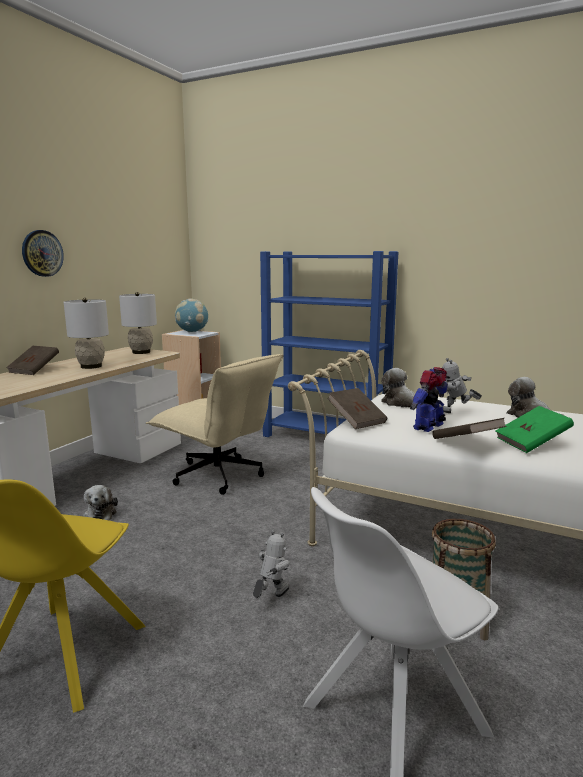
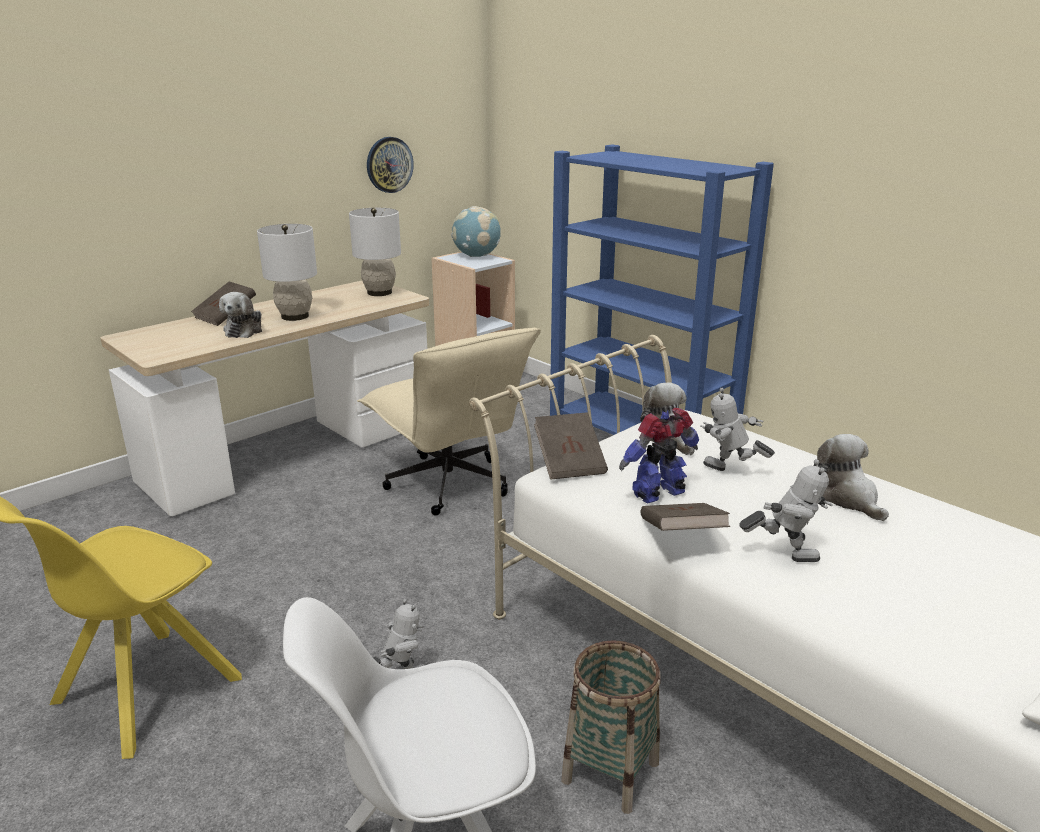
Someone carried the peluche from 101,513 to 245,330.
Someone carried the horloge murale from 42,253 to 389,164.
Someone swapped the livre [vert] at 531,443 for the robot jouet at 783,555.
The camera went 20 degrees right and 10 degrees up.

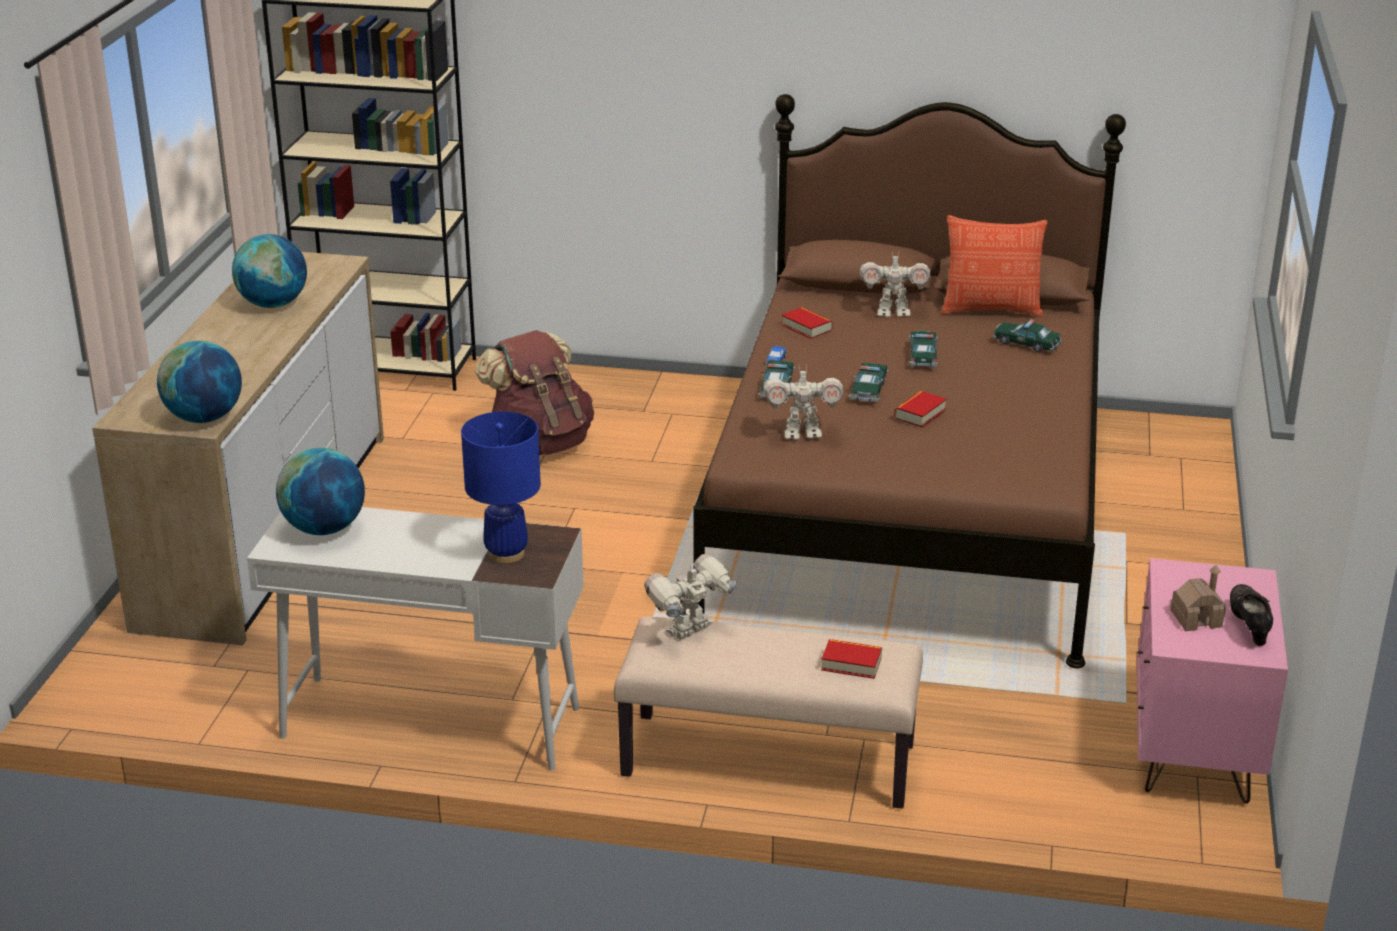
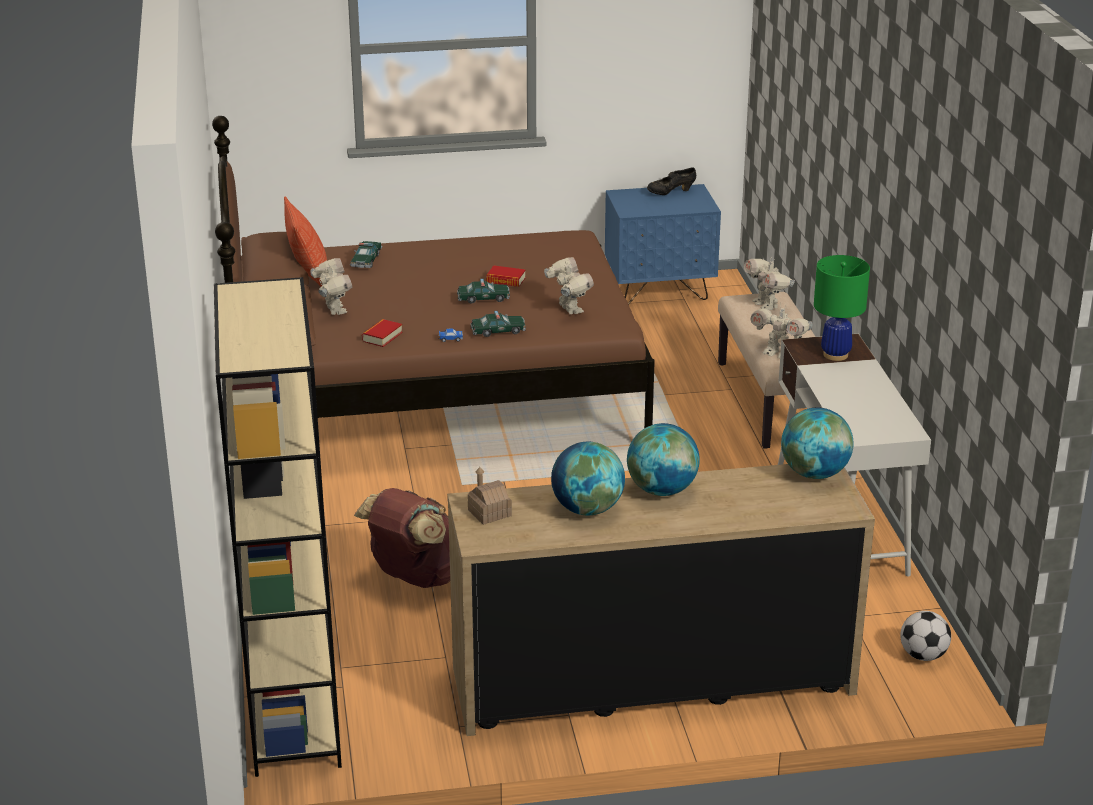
Someone carried the maison miniature from 1196,618 to 489,513.
Someone repainted the table de chevet [rose] at 1194,754, which became the table de chevet [bleu] at 660,291.
Someone carried the globe from 324,529 to 662,490.
Someone swapped the livre at 851,664 for the robot jouet at 766,305.
Someone repainted the lampe de table [bleu] at 506,553, which became the lampe de table [vert] at 835,355.
Someone put down the ballon de foot at 923,655.
Someone took away the petite voiture at 922,356.
The camera went 110 degrees left and 0 degrees up.

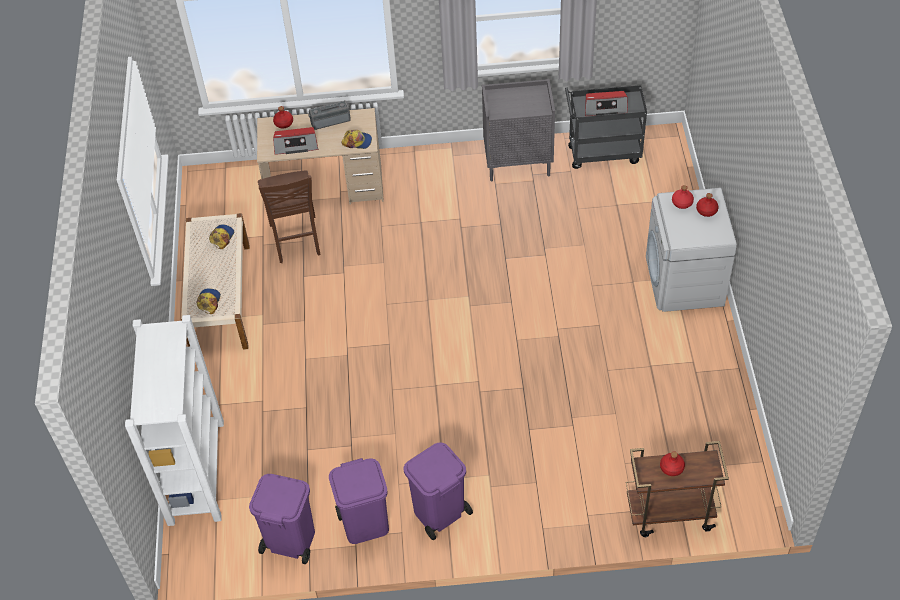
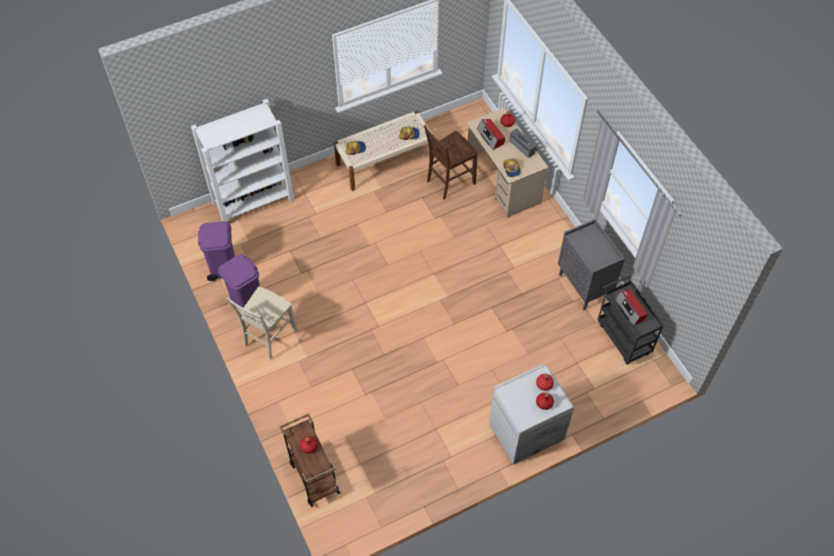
Someone swapped the poubelle [violet] at 439,512 for the chaise [beige] at 269,338.
The camera went 65 degrees right and 5 degrees up.

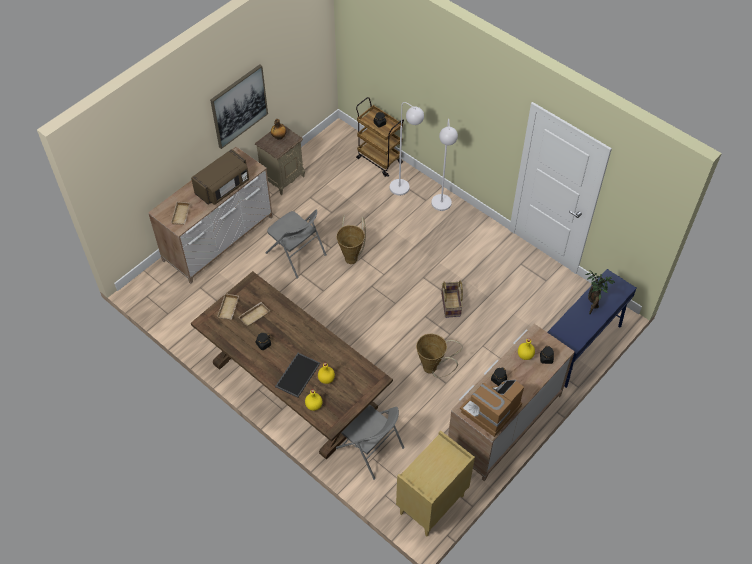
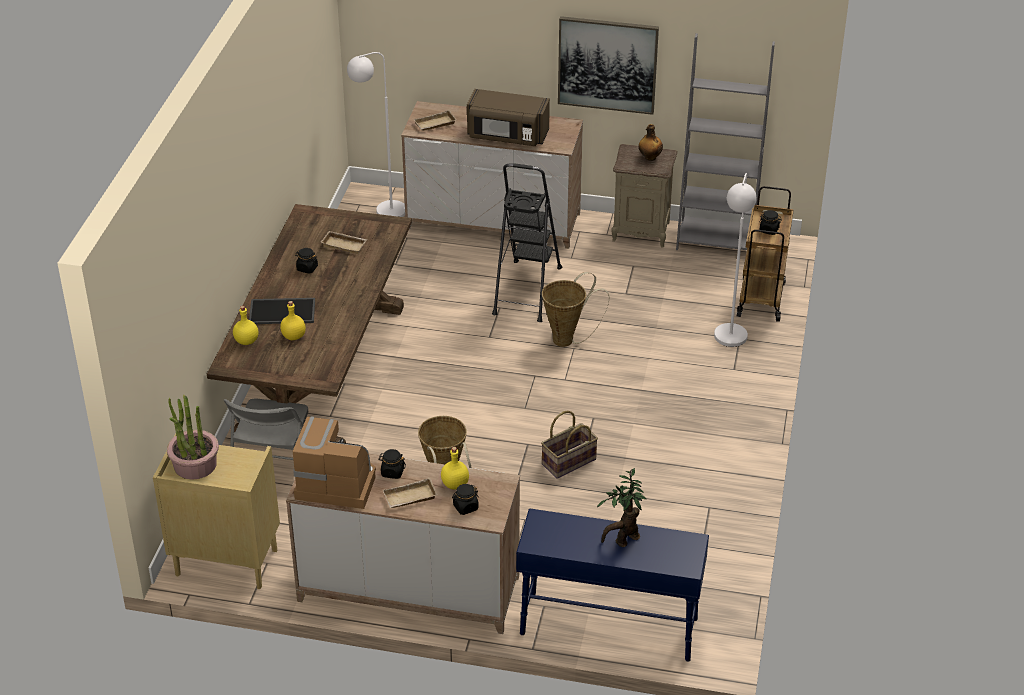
Someone put down the plante en pot at 195,465.
Someone carried the lampadaire [blanc] from 441,208 to 383,214.
Someone carried the plateau [beige] from 229,308 to 410,498.
Someone swapped the chaise [gris] at 295,254 for the escabeau at 527,291.
Someone put down the bibliothèque [gris] at 715,241.
The camera went 60 degrees right and 15 degrees down.

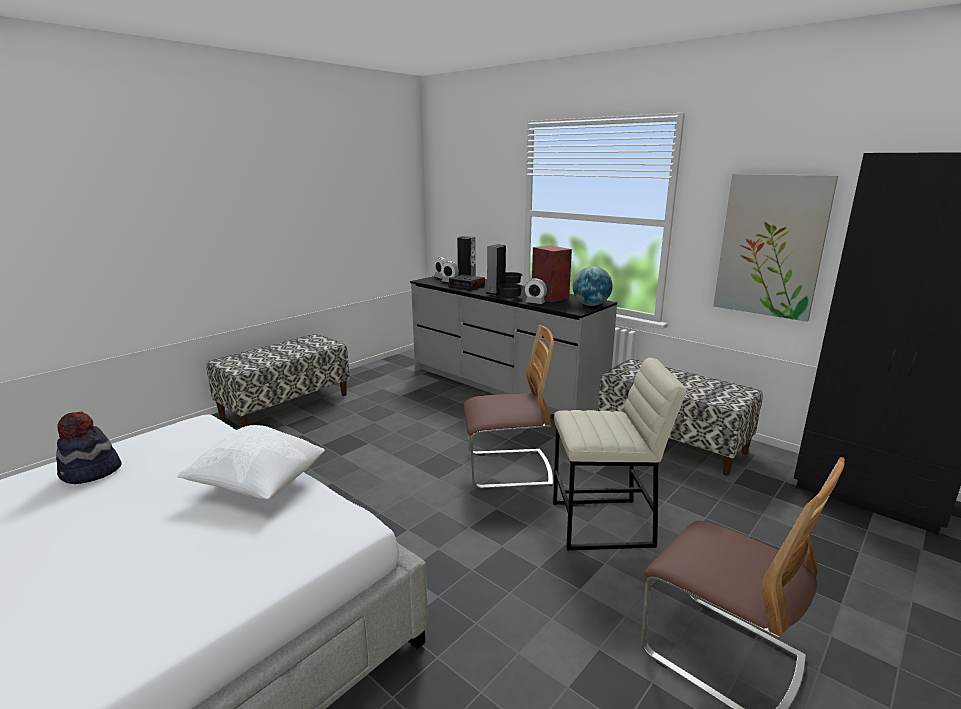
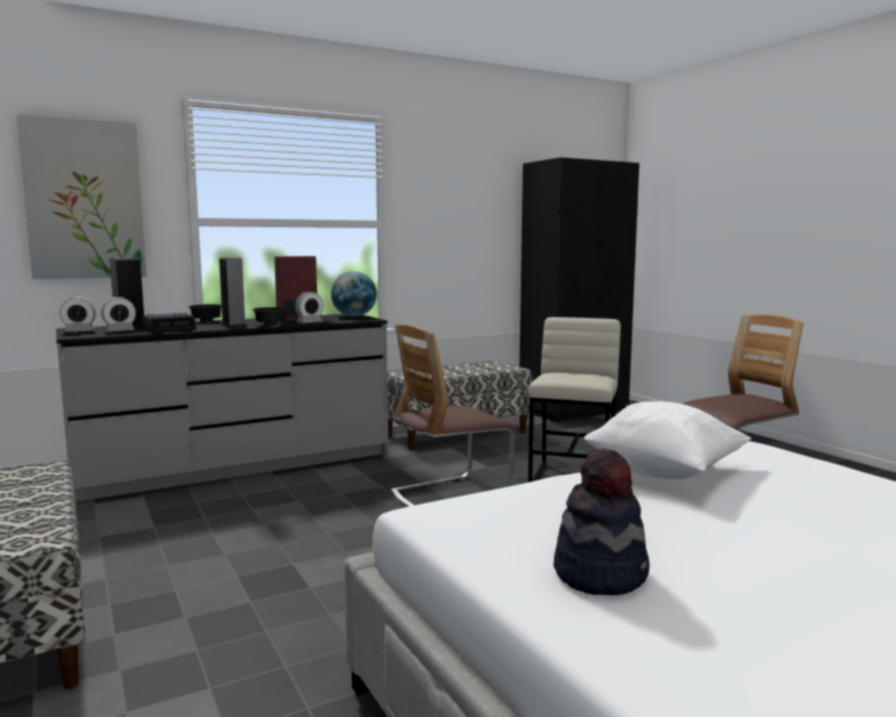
Someone carried the tableau from 771,246 to 84,200.
Someone rotated the chaise at 508,469 by 135 degrees counterclockwise.
The camera went 70 degrees left and 10 degrees down.

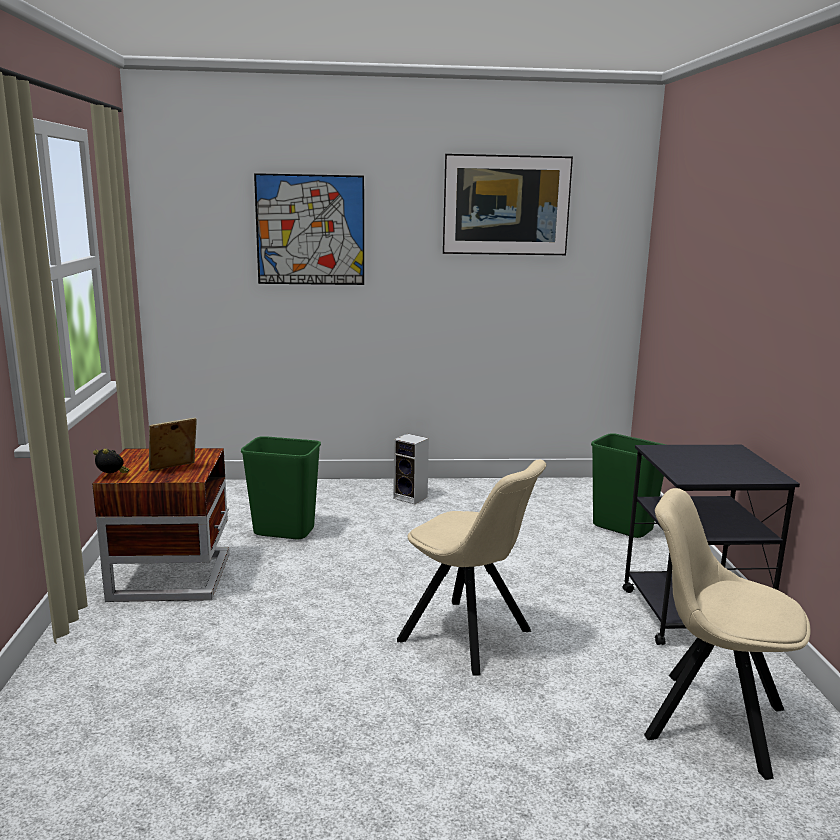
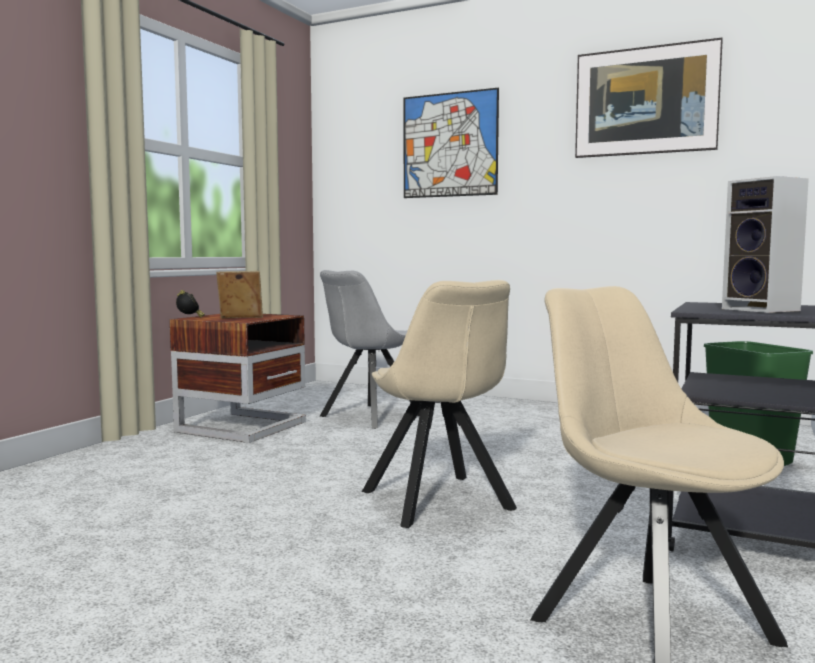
Someone swapped the poubelle [vert] at 283,532 for the chaise [gris] at 370,416.
Someone carried the enceinte from 411,498 to 763,310.
The camera went 30 degrees right and 10 degrees down.

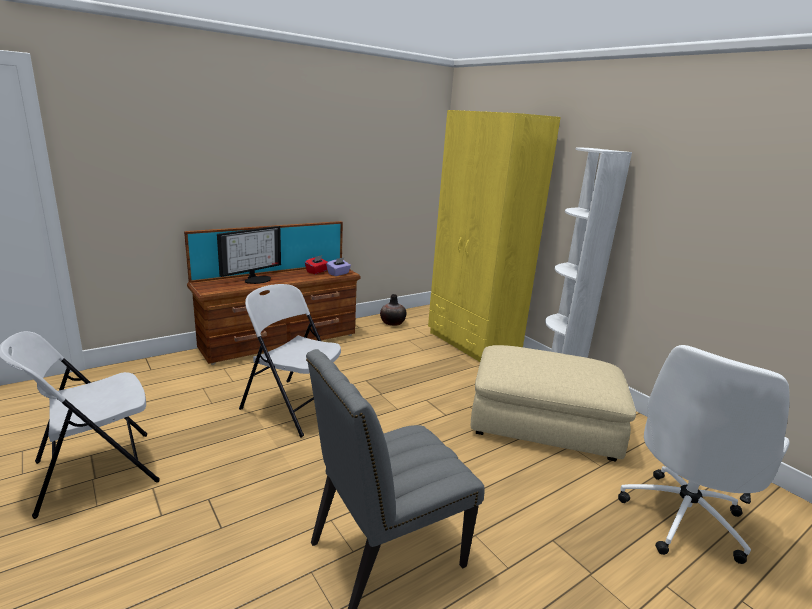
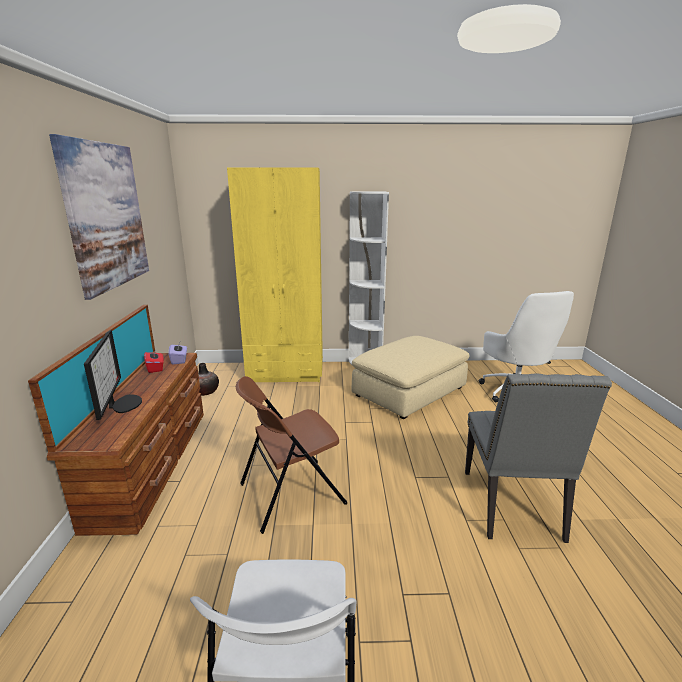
Someone put up the tableau at 106,216.
Someone repainted the chaise [blanc] at 294,406, which became the chaise [marron] at 291,493.
The camera went 55 degrees left and 0 degrees up.

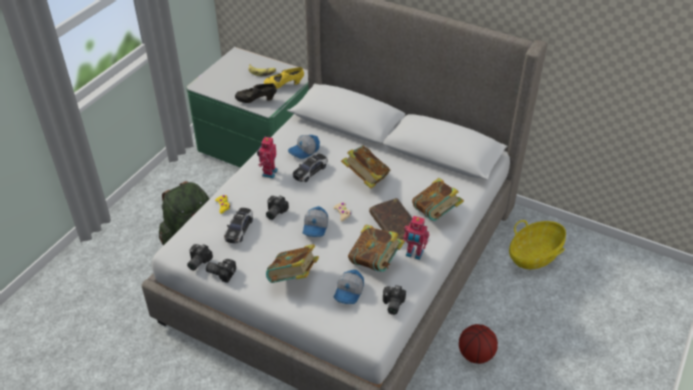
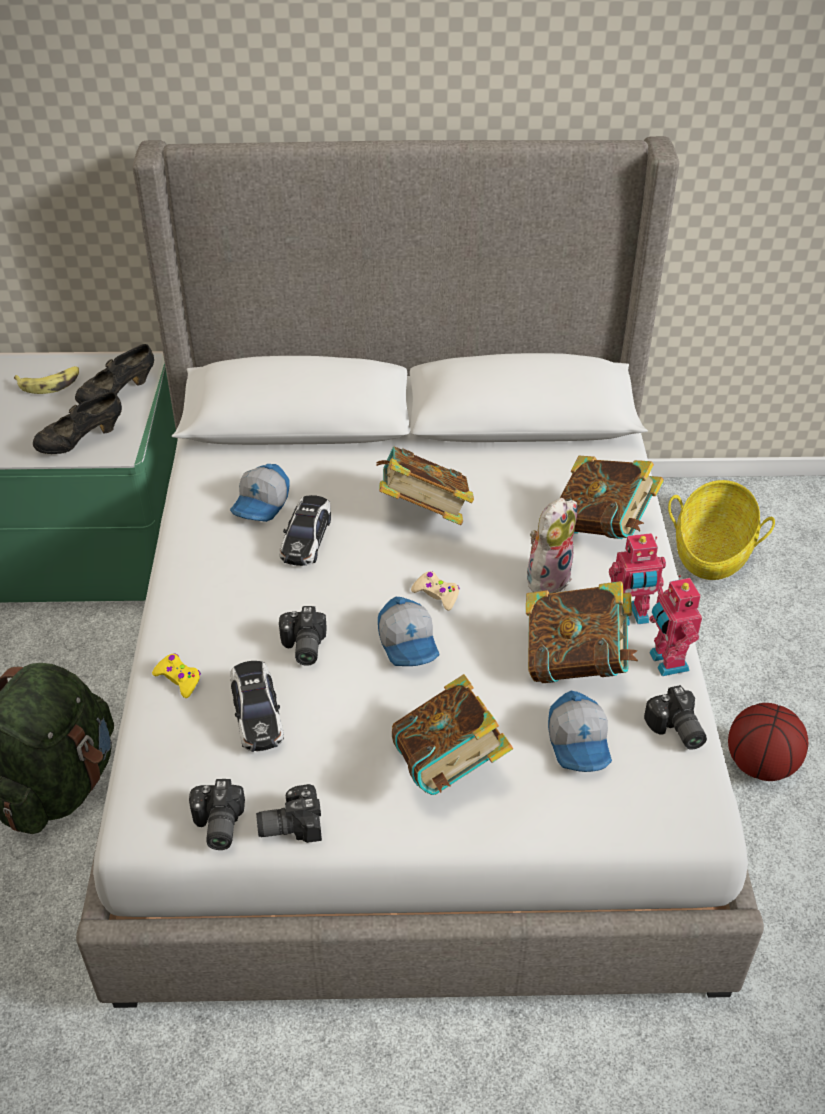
Someone repainted the chaussure [jaune] at 284,85, which became the chaussure [noir] at 118,394.
Someone swapped the livre [marron] at 393,224 for the peluche at 547,577.
Someone carried the robot jouet from 268,172 to 666,662.
The camera went 30 degrees left and 0 degrees up.

